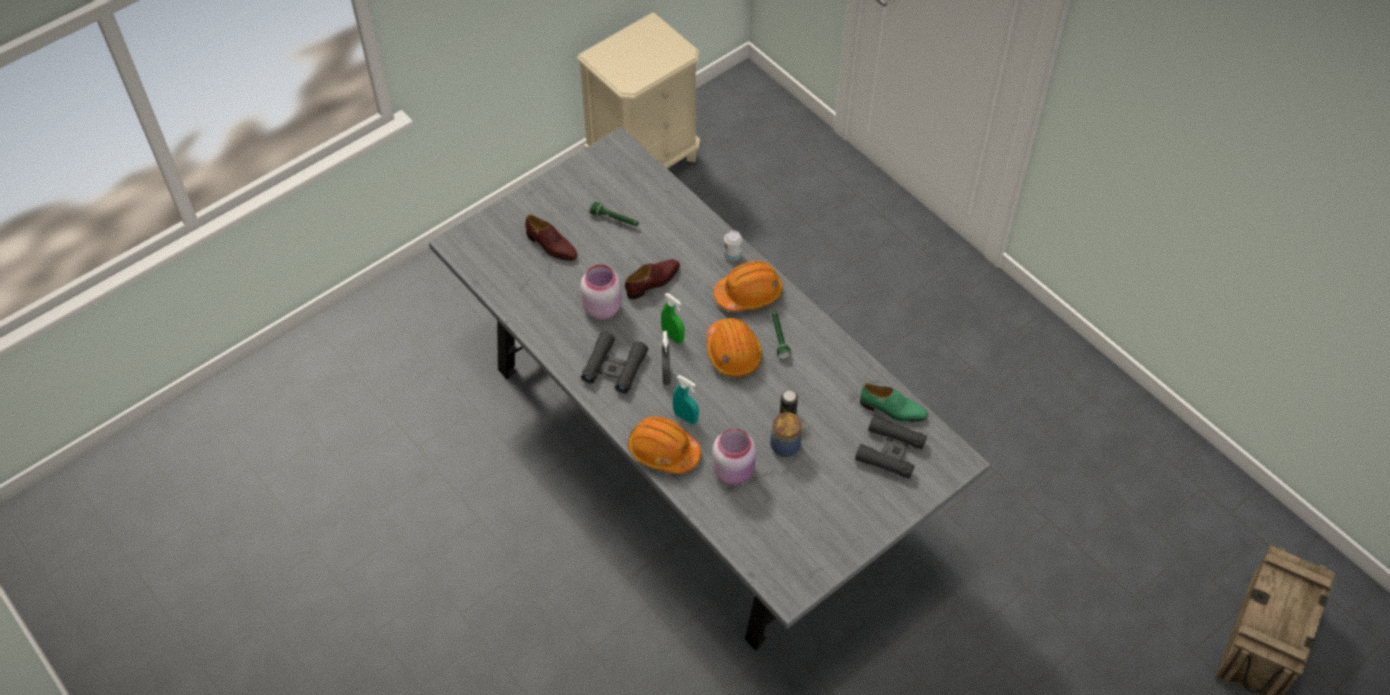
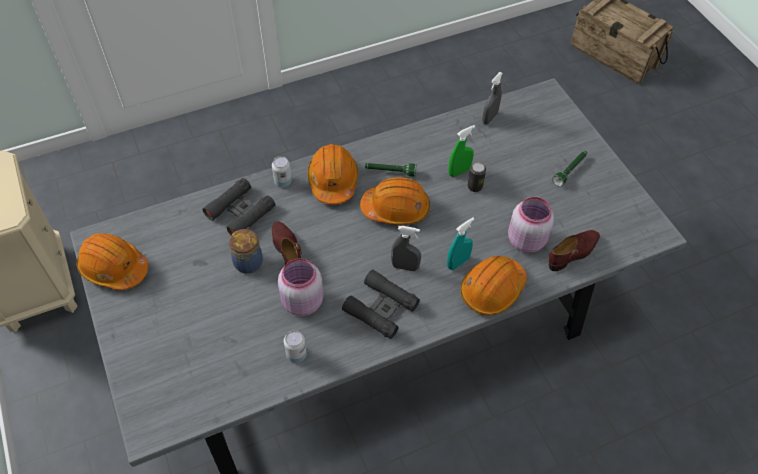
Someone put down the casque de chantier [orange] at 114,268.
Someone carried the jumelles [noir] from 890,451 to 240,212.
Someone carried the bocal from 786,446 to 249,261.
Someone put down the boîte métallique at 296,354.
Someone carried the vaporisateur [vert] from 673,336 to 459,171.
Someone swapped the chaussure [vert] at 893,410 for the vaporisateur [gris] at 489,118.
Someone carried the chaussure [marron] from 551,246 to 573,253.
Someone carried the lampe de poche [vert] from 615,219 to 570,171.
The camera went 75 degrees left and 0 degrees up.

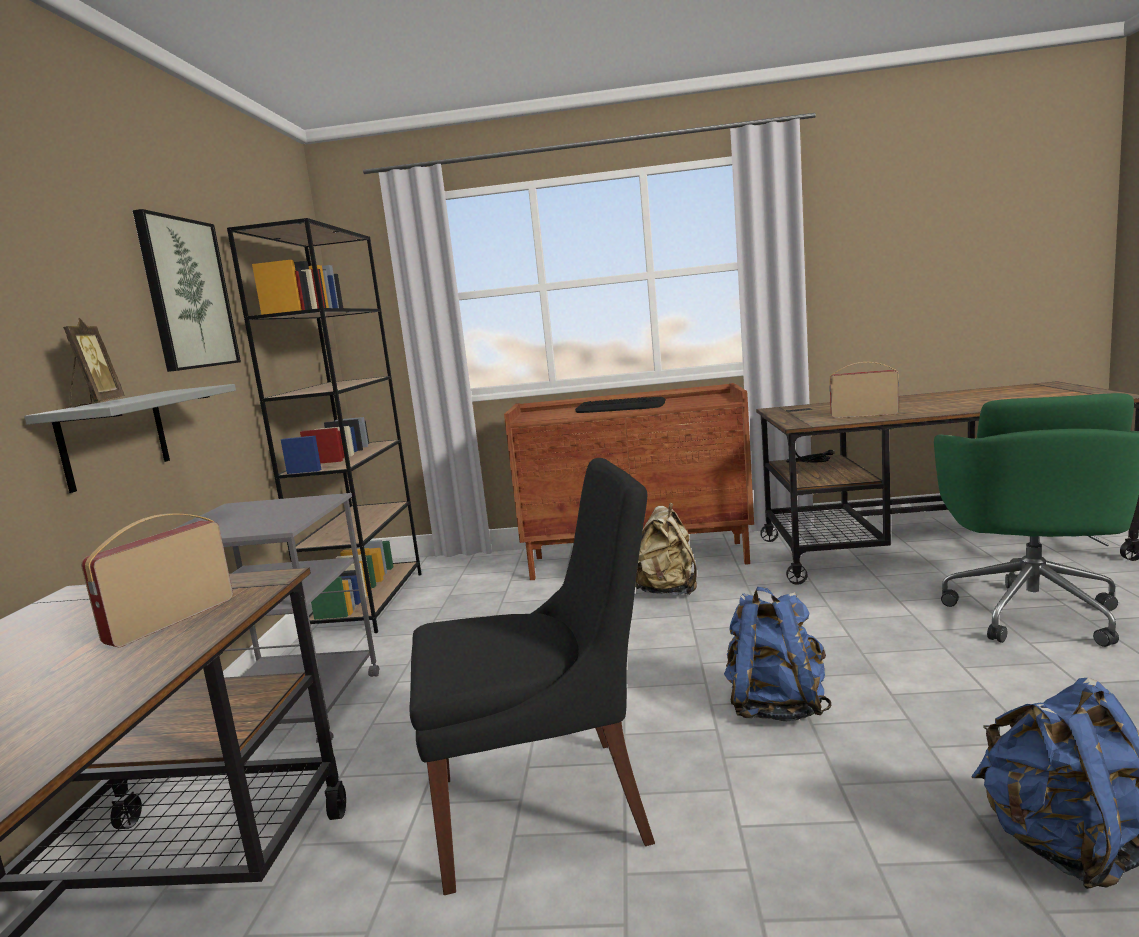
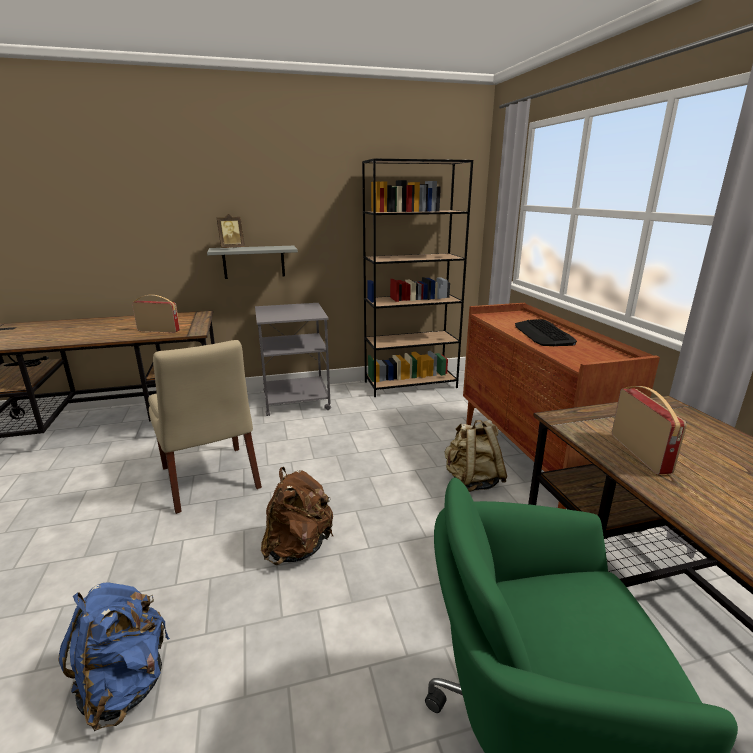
Someone repainted the chaise [noir] at 548,807, which became the chaise [beige] at 211,480.
Someone repainted the sac à dos [bleu] at 775,707, which became the sac à dos [marron] at 298,548.
Someone took away the tableau at 187,294.
The camera went 70 degrees right and 10 degrees up.

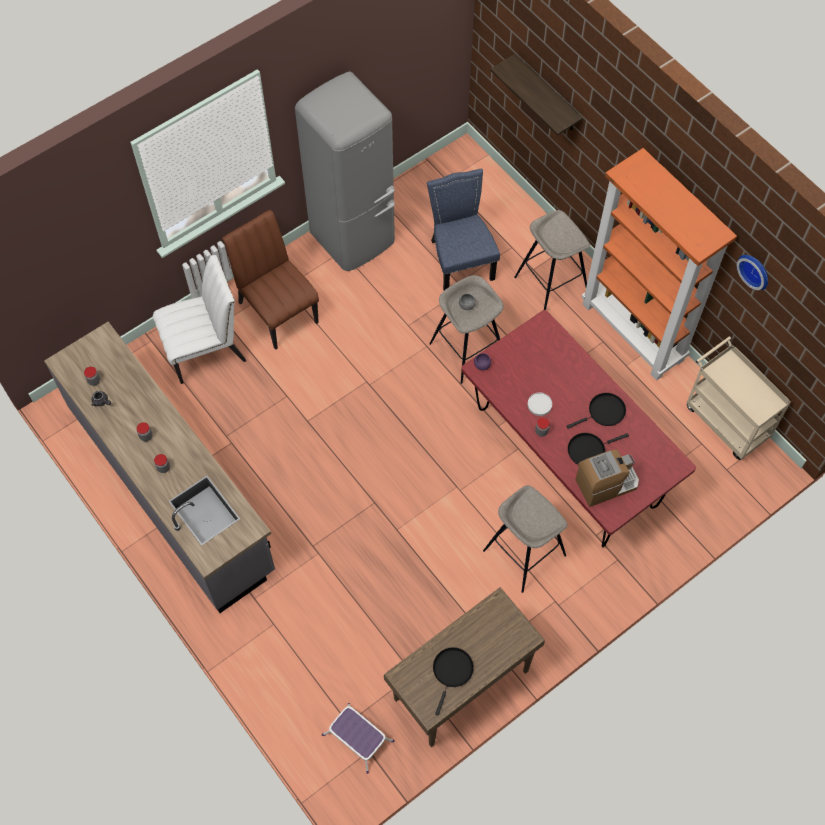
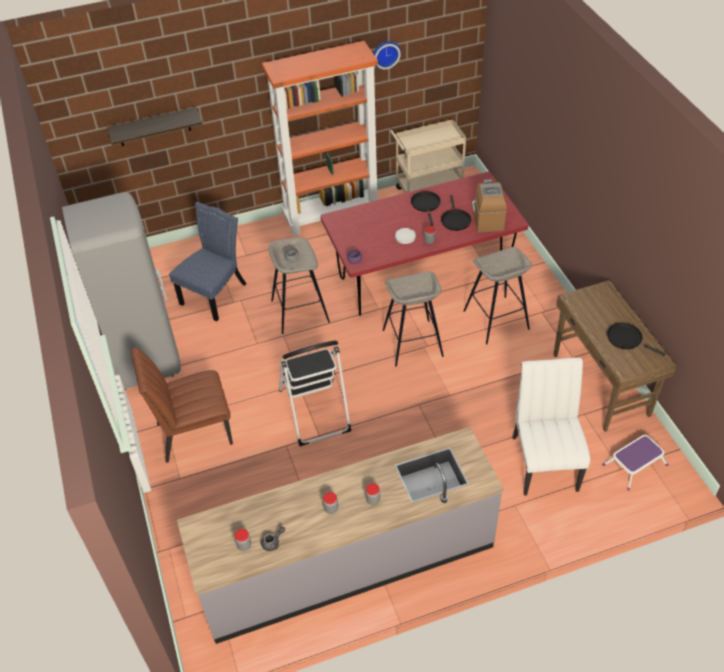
Someone rotated the chaise [bleu] at 460,262 by 120 degrees clockwise.
Someone put down the escabeau at 314,412.
Someone carried the tabouret [gris] from 550,284 to 412,343.
Someone carried the chaise [blanc] from 205,352 to 544,464.
The camera went 70 degrees left and 15 degrees down.

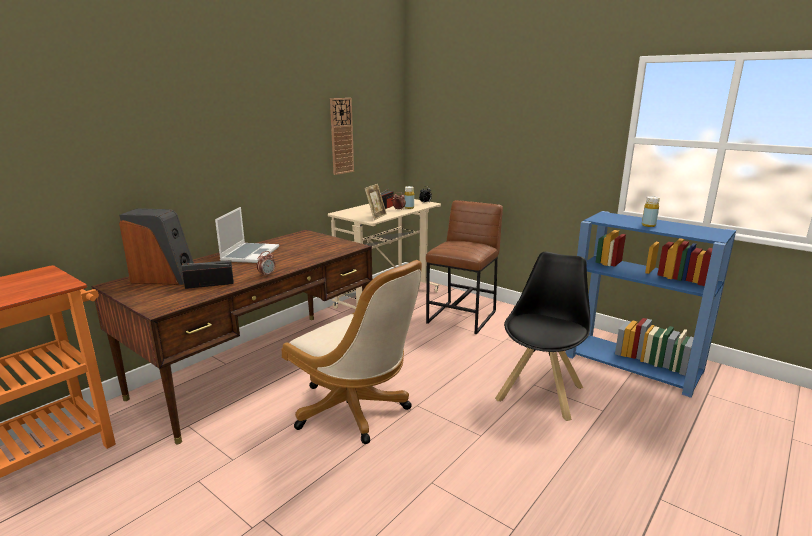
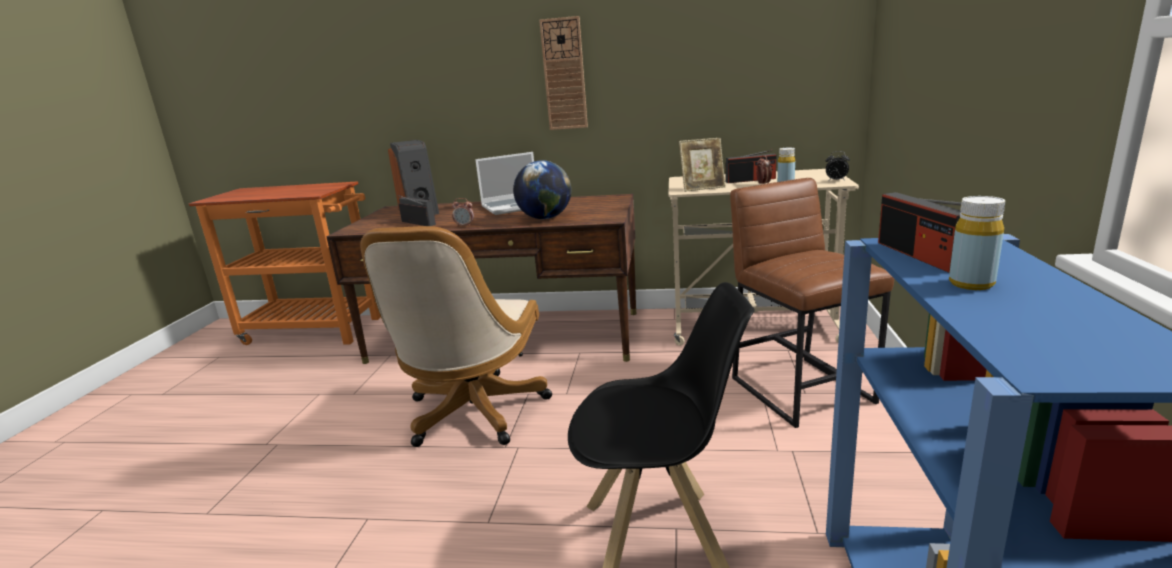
Someone put down the globe at 545,218.
Someone carried the horloge murale from 341,136 to 564,74.
Someone rotated the chaise [marron] at 462,316 by 105 degrees counterclockwise.
Someone put down the radio at 919,255.
The camera went 60 degrees right and 0 degrees up.

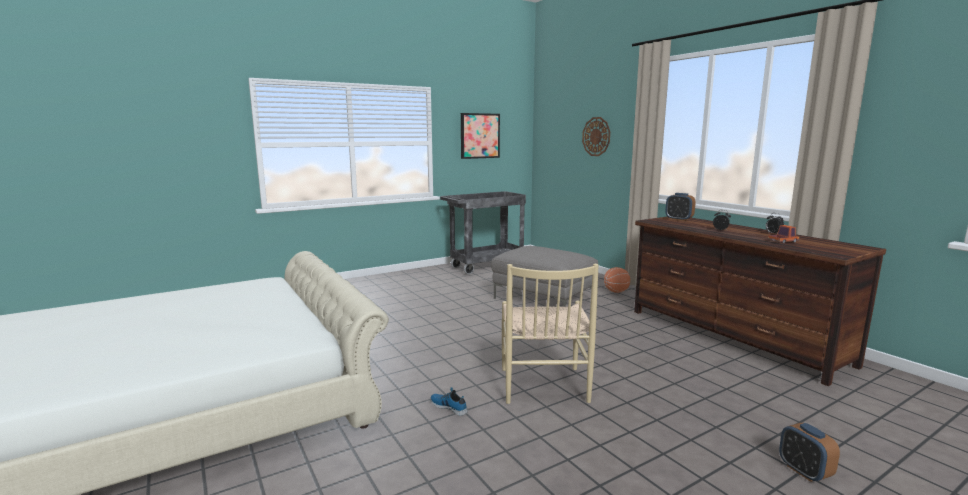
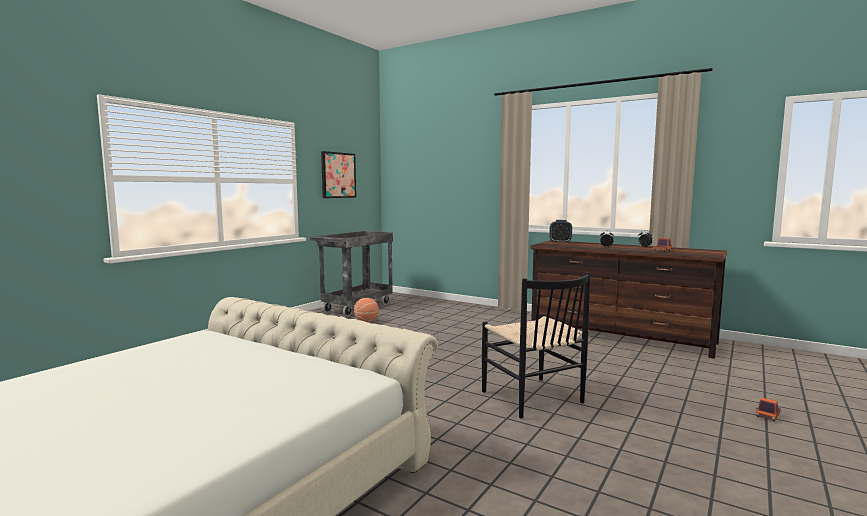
Someone carried the ballon de basket from 616,291 to 366,321.
Someone repainted the chaise [beige] at 543,388, which became the chaise [noir] at 534,399.
Someone swapped the réveil at 804,471 for the camion jouet at 767,416.
Someone took away the chaussure at 449,406.
Someone took away the pouf [gris] at 542,299.
Someone took away the horloge murale at 596,136.
The camera went 25 degrees left and 5 degrees down.

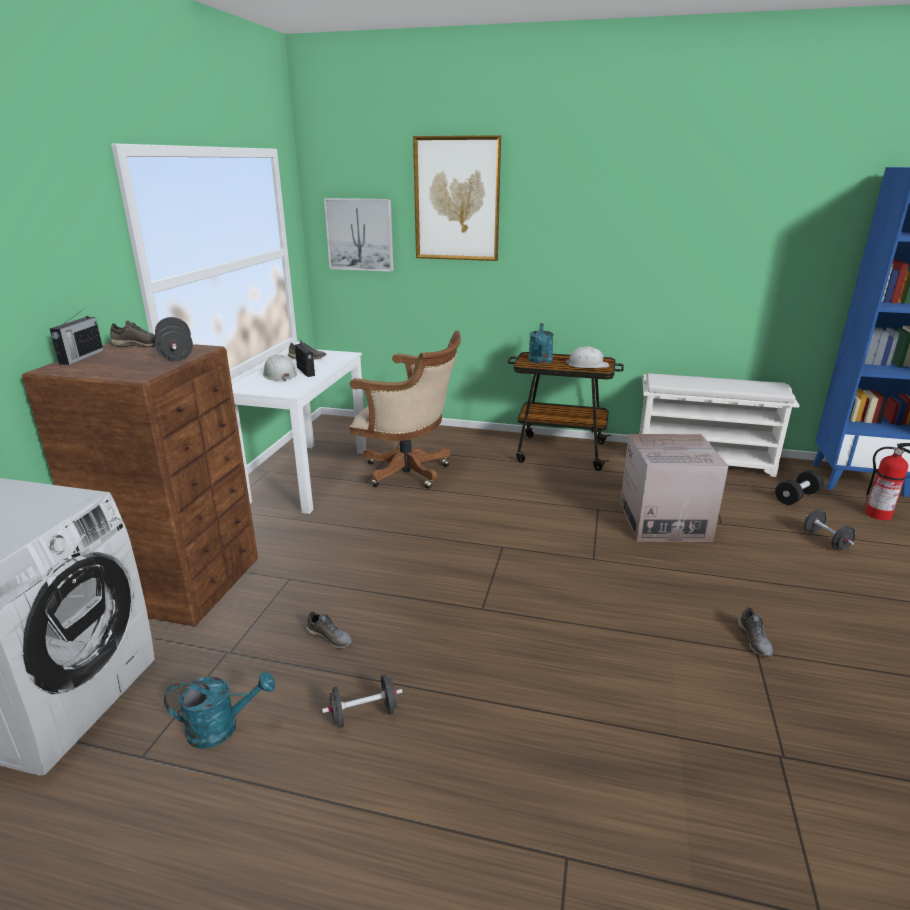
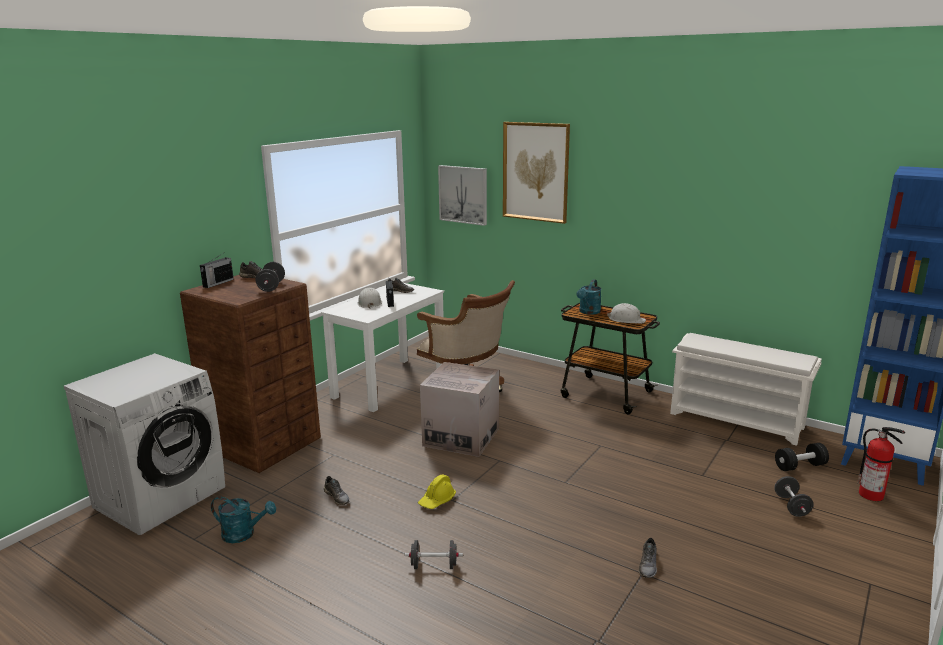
Someone carried the haltère [noir] from 364,714 to 434,565.
Someone put down the casque de chantier [jaune] at 437,500.
Someone carried the carton from 664,522 to 461,437.
The camera went 20 degrees right and 5 degrees down.

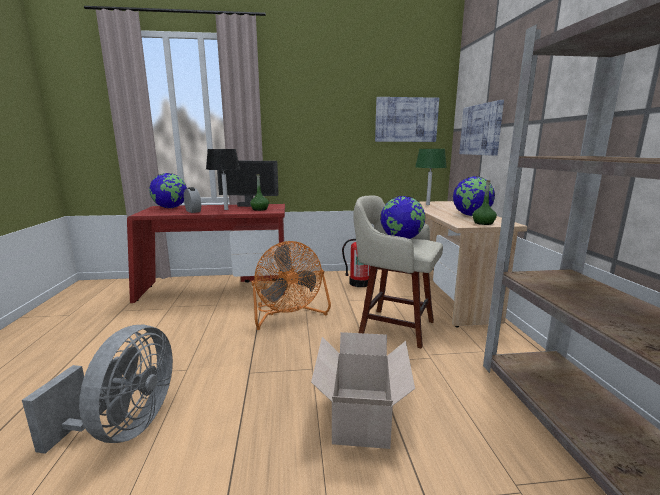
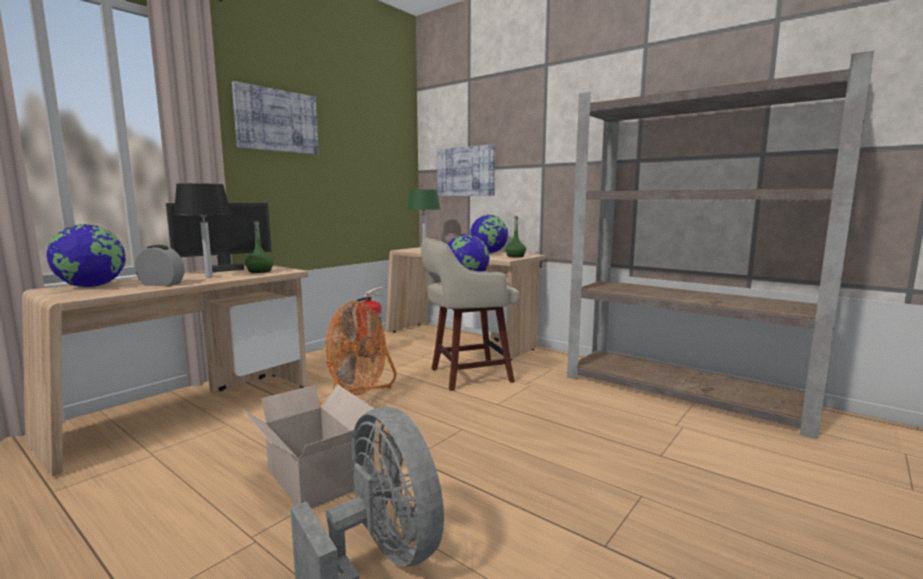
Someone repainted the bureau [rouge] at 216,290, which became the bureau [beige] at 188,412.
Someone carried the tableau from 406,120 to 277,121.
Someone carried the carton from 360,418 to 314,480.
The camera went 45 degrees left and 5 degrees down.

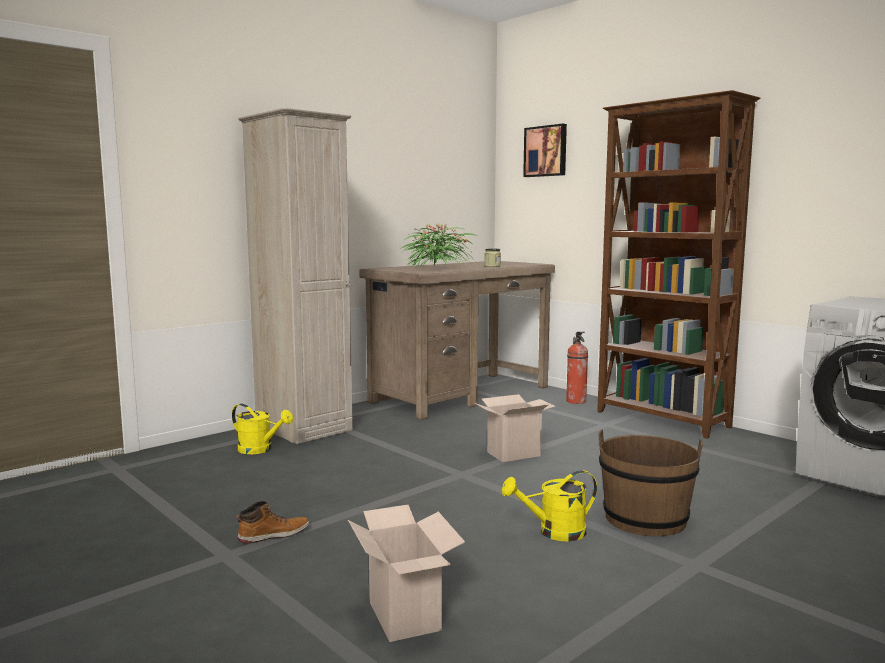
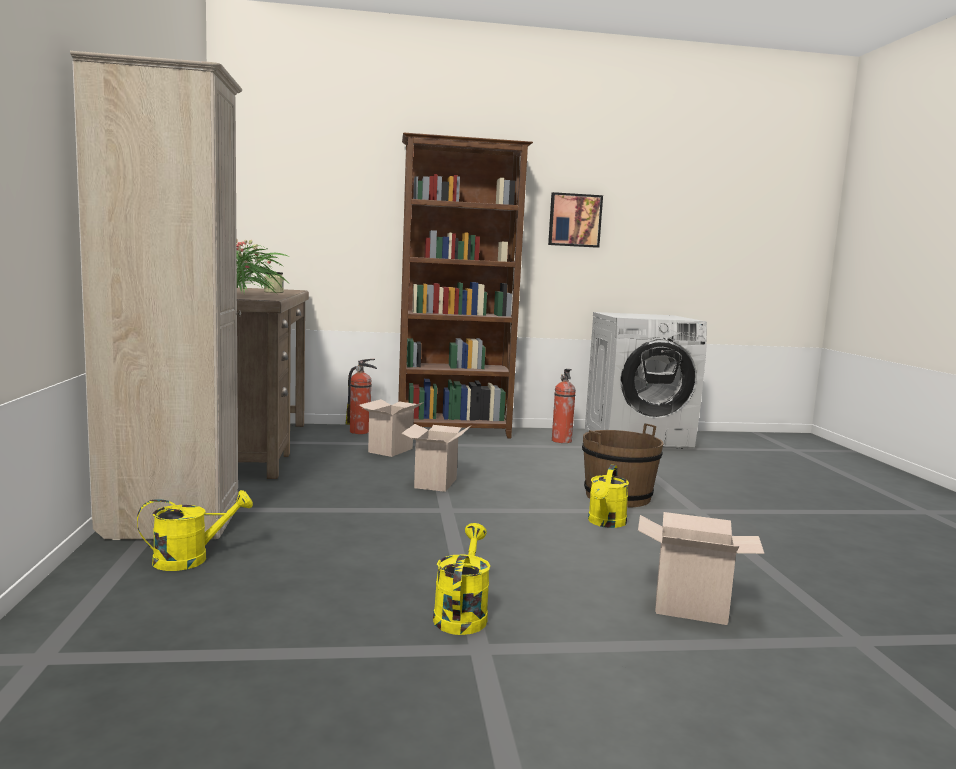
Someone put down the carton at 390,450.
Someone swapped the botte at 273,535 for the arrosoir [jaune] at 462,614.
Someone carried the tableau from 546,151 to 574,220.
Someone put down the extincteur at 561,441.
The camera went 55 degrees left and 0 degrees up.

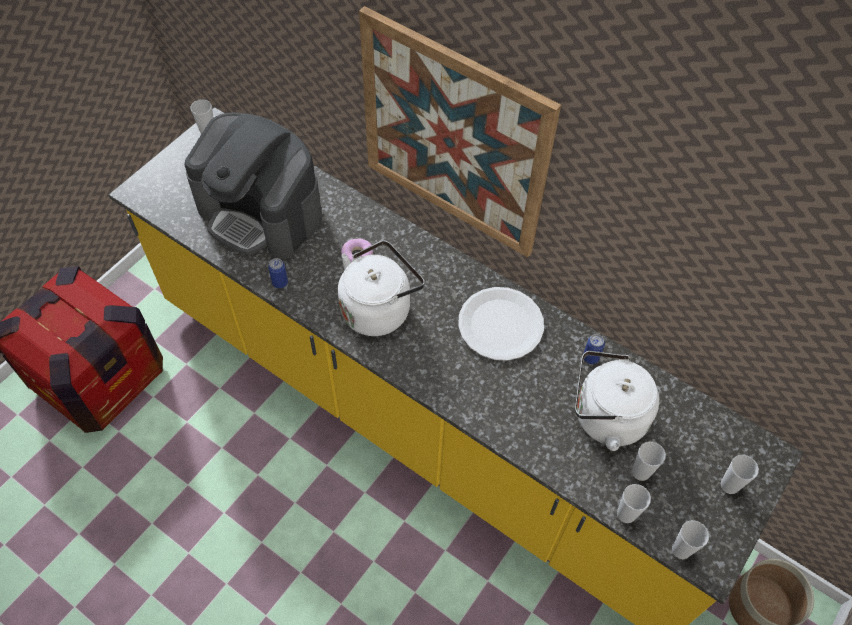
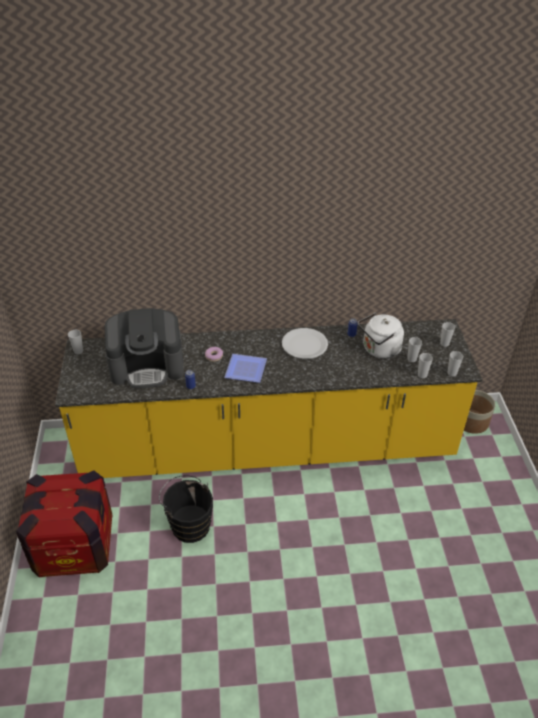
Someone put down the seau [noir] at 189,524.
Someone swapped the bouilloire [blanc] at 379,308 for the assiette at 247,369.
Someone took away the tableau at 453,137.
The camera went 40 degrees left and 15 degrees down.

